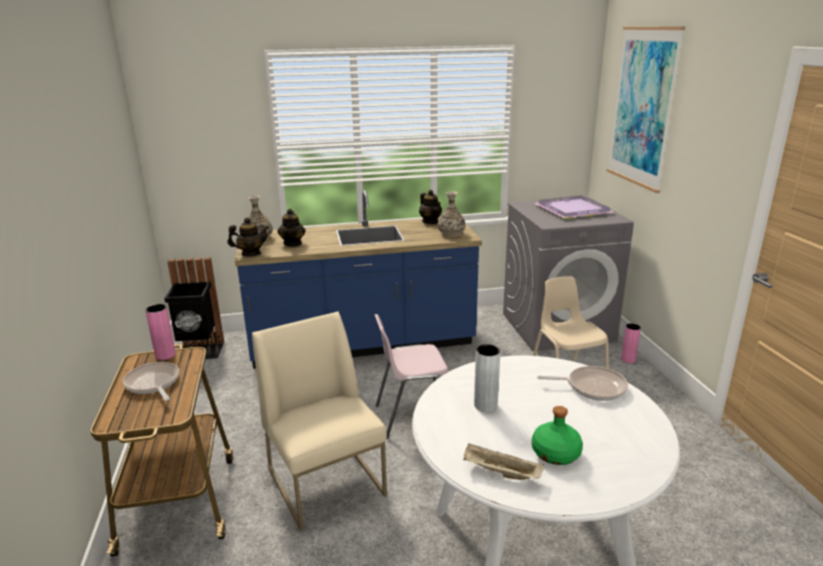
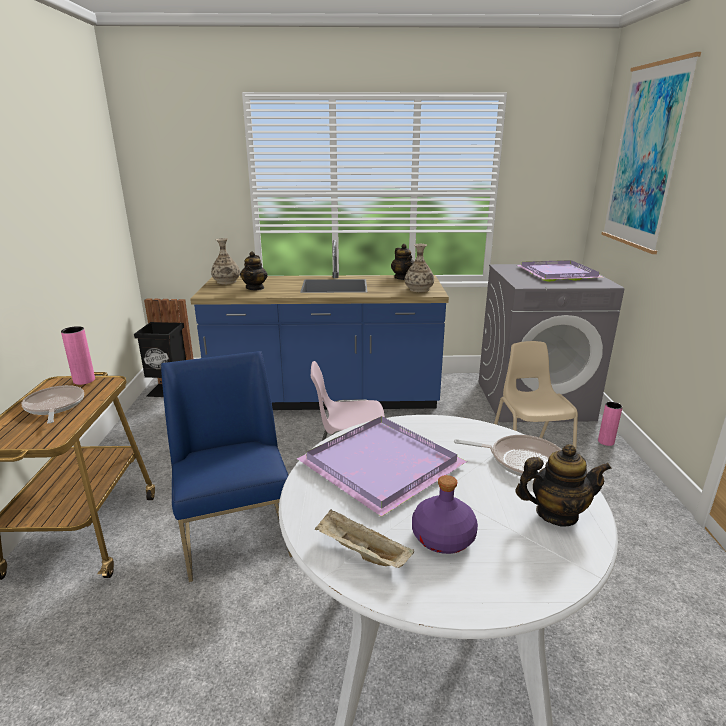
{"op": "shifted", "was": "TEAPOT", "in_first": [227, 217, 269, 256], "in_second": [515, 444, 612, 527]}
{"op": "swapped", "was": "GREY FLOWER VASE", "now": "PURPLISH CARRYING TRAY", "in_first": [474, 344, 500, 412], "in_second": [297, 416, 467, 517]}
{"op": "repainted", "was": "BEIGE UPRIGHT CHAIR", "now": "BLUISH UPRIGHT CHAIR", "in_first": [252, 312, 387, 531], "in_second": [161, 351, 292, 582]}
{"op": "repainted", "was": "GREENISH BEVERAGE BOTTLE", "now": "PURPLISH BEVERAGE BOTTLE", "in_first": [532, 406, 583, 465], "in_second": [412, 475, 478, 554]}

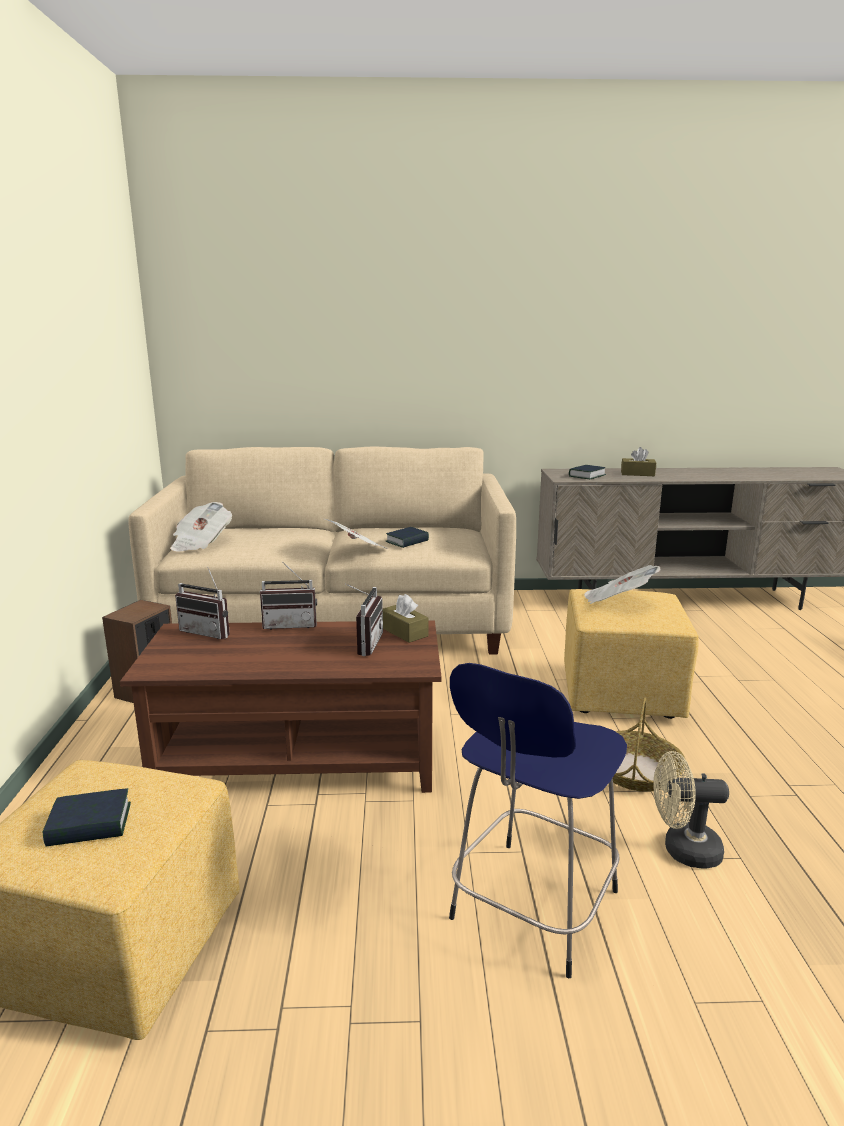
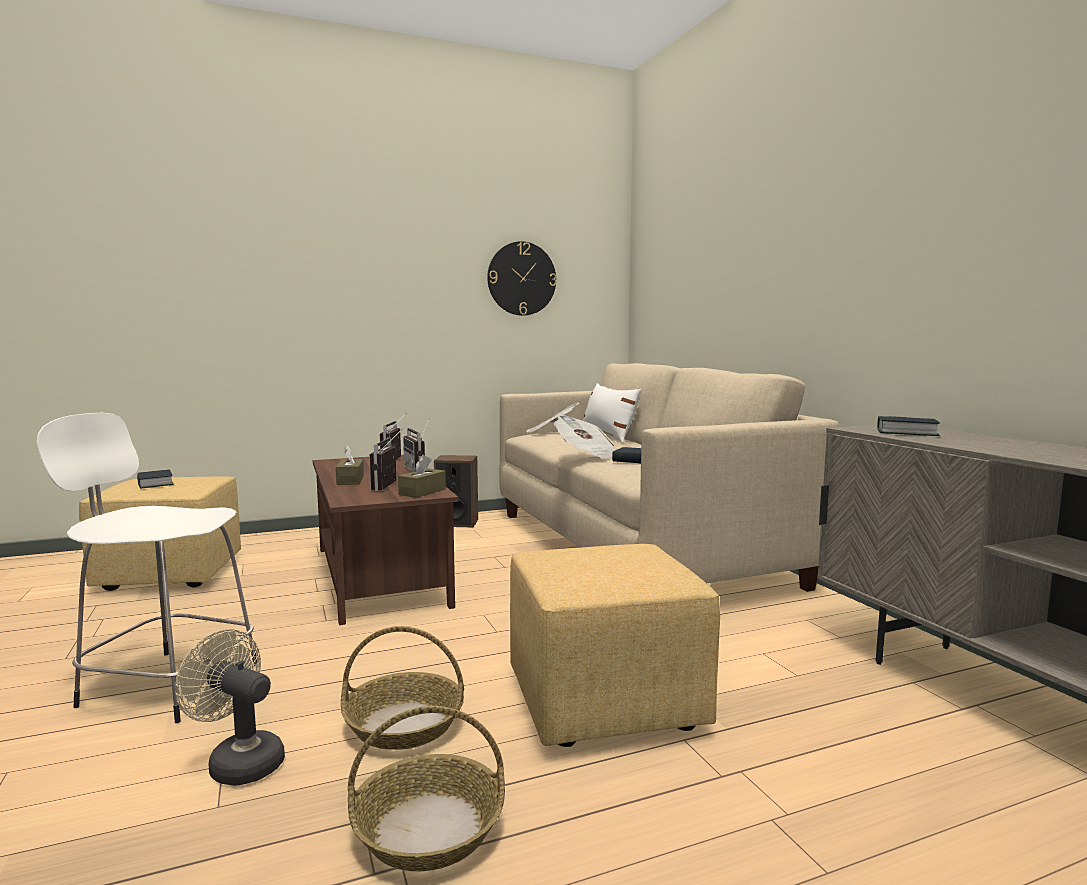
{"op": "gone", "was": "NEWSPAPER", "in_first": [584, 565, 660, 604]}
{"op": "new", "now": "HOUSEHOLD BASKET", "in_second": [348, 706, 505, 871]}
{"op": "new", "now": "HANGING CLOCK", "in_second": [487, 241, 557, 316]}
{"op": "new", "now": "WHITE-COLOURED THROW PILLOW", "in_second": [583, 383, 641, 443]}
{"op": "shifted", "was": "BROWN TISSUE HOLDER", "in_first": [621, 447, 656, 476], "in_second": [336, 446, 364, 485]}
{"op": "repainted", "was": "BLUISH SITTING STOOL", "now": "WHITE-COLOURED SITTING STOOL", "in_first": [449, 663, 627, 978], "in_second": [36, 413, 257, 723]}
{"op": "rotated", "was": "RADIO", "in_first": [345, 583, 383, 656], "in_second": [369, 428, 403, 491], "clockwise": 105}
{"op": "rotated", "was": "BEIGE ELECTRIC FAN", "in_first": [653, 751, 729, 868], "in_second": [175, 629, 285, 786], "clockwise": -45}

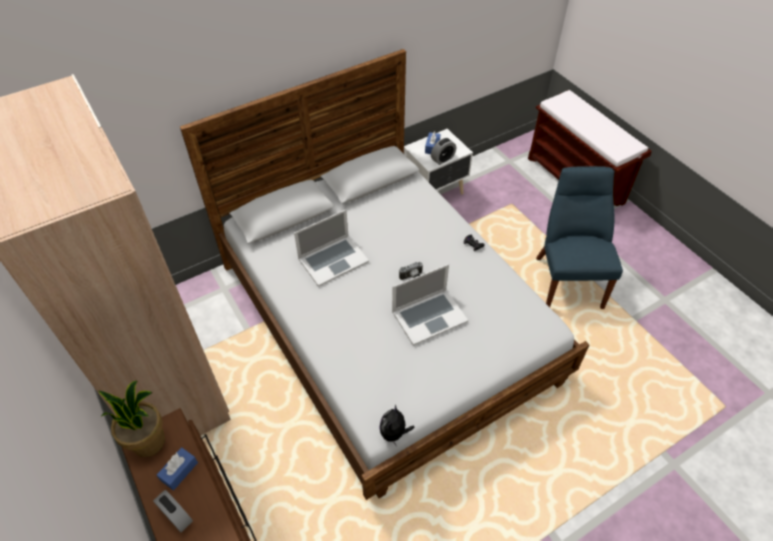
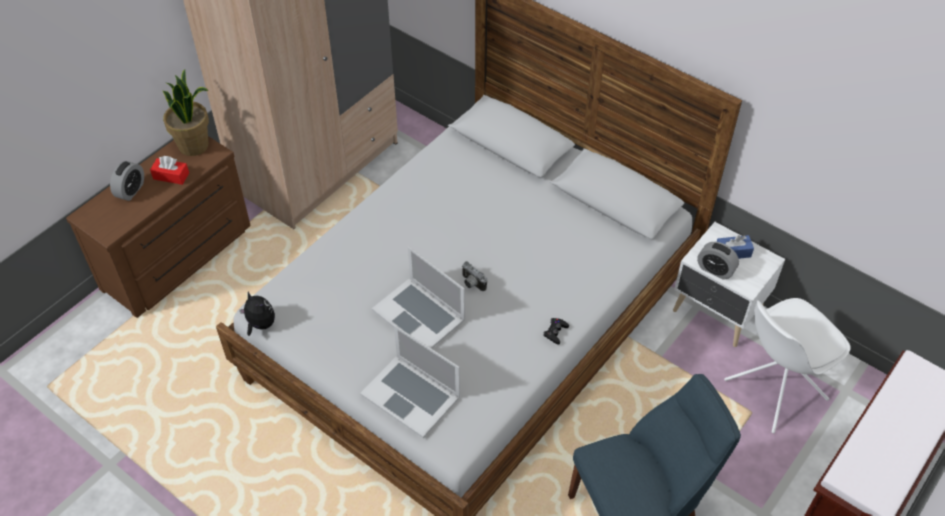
{"op": "new", "now": "WHITE-COLOURED UPRIGHT CHAIR", "in_second": [724, 298, 851, 433]}
{"op": "shifted", "was": "PORTABLE COMPUTER", "in_first": [294, 210, 369, 287], "in_second": [360, 325, 460, 438]}
{"op": "repainted", "was": "BLUISH TISSUE HOLDER", "now": "REDDISH TISSUE HOLDER", "in_first": [157, 447, 198, 491], "in_second": [150, 156, 189, 185]}
{"op": "rotated", "was": "CUDDLY TOY", "in_first": [379, 405, 415, 447], "in_second": [240, 292, 275, 336], "clockwise": 45}

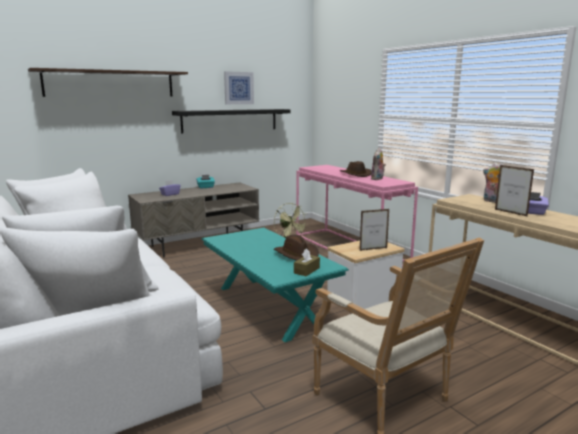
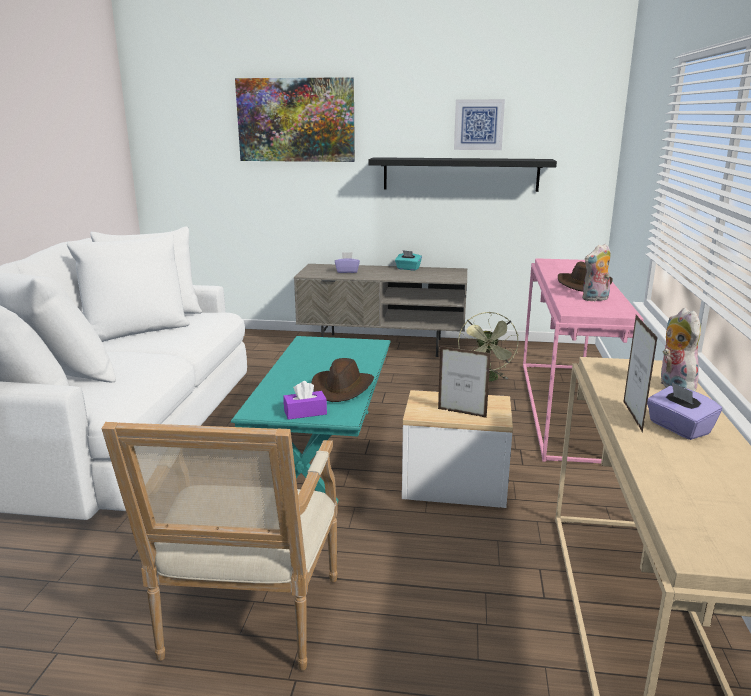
{"op": "swapped", "was": "SHELF", "now": "WALL PICTURE", "in_first": [28, 68, 188, 97], "in_second": [235, 77, 355, 162]}
{"op": "repainted", "was": "BROWN TISSUE HOLDER", "now": "PURPLISH TISSUE HOLDER", "in_first": [294, 248, 320, 276], "in_second": [283, 381, 327, 420]}

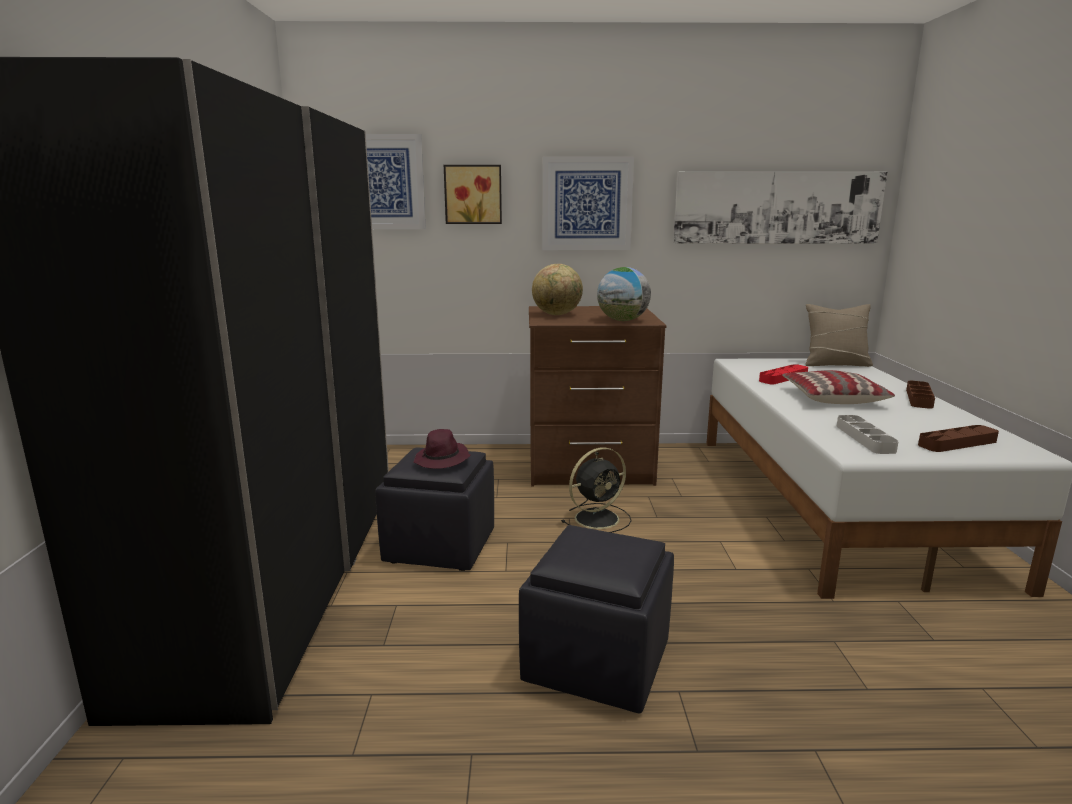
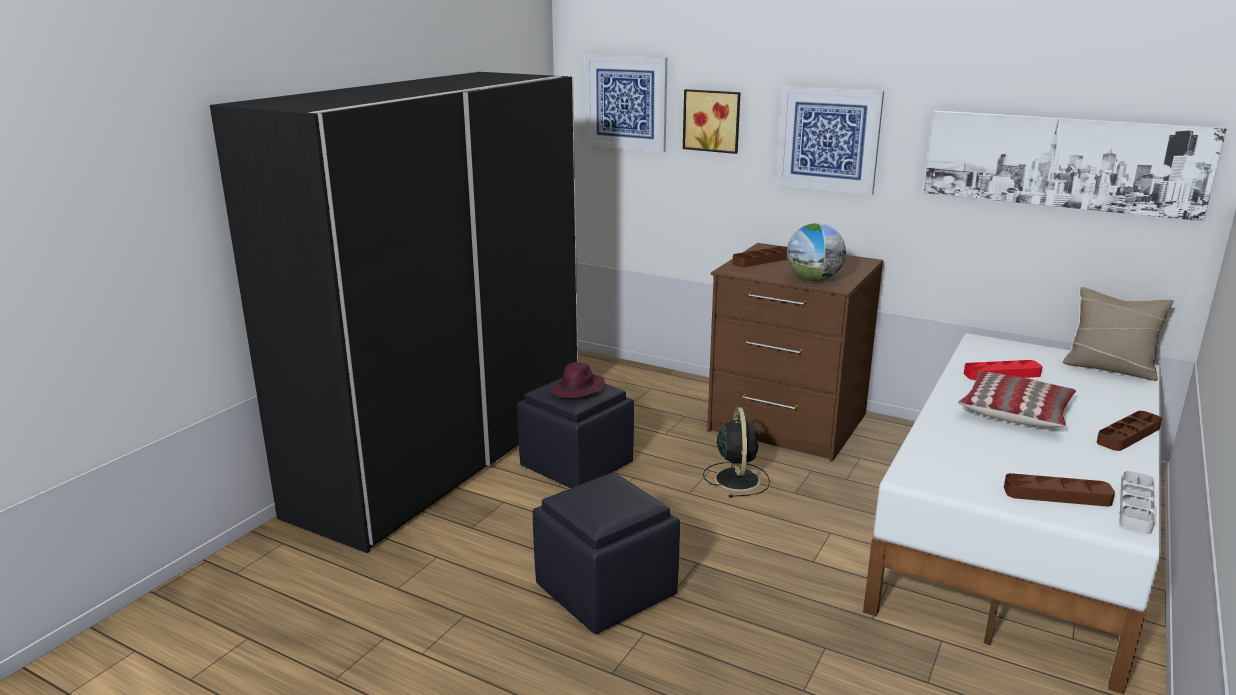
{"op": "shifted", "was": "GREY CARRYING TRAY", "in_first": [837, 415, 899, 454], "in_second": [1119, 471, 1155, 534]}
{"op": "swapped", "was": "DESK GLOBE", "now": "BROWN CARRYING TRAY", "in_first": [532, 264, 583, 315], "in_second": [732, 246, 787, 267]}
{"op": "rotated", "was": "BLACK ELECTRIC FAN", "in_first": [561, 447, 632, 533], "in_second": [703, 407, 770, 498], "clockwise": -90}

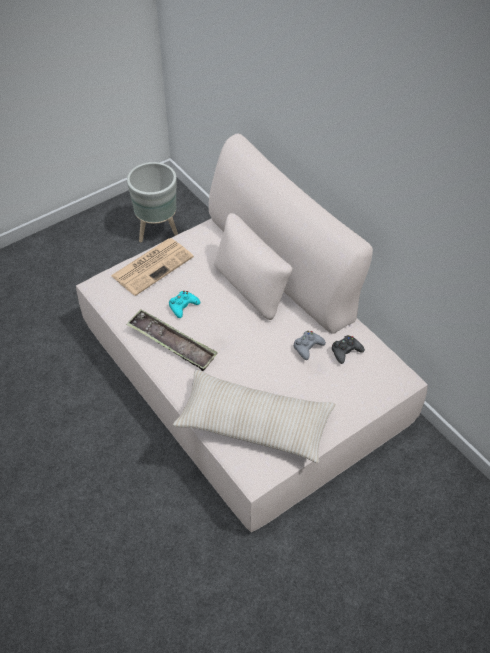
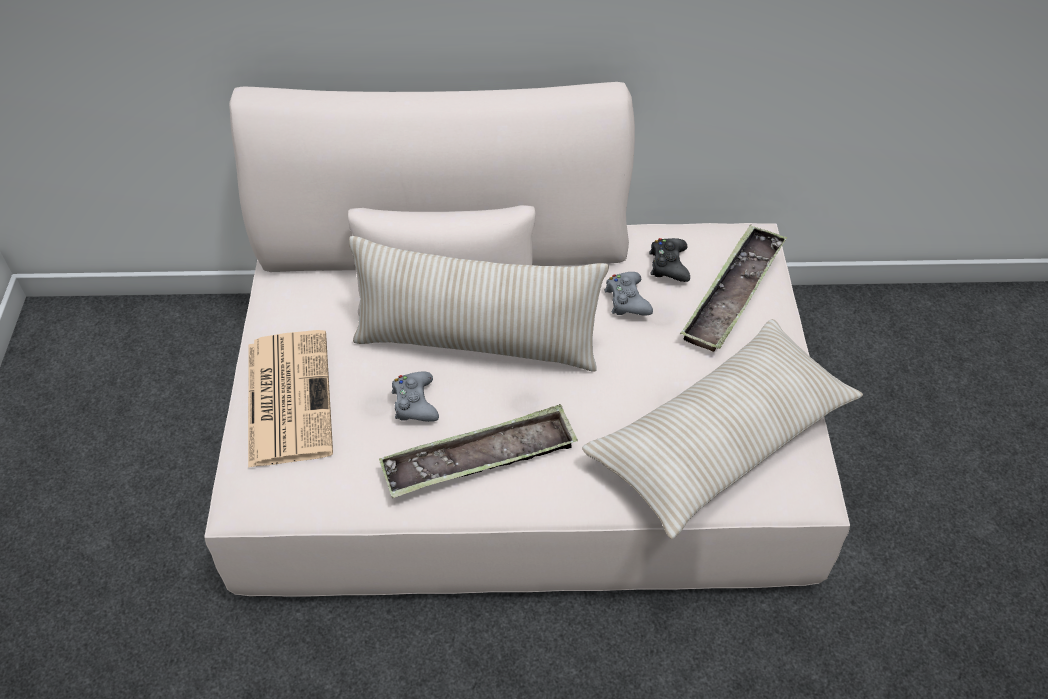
{"op": "gone", "was": "GREY PLANTER", "in_first": [127, 162, 178, 242]}
{"op": "new", "now": "BEIGE THROW PILLOW", "in_second": [349, 236, 609, 372]}
{"op": "new", "now": "CARRYING TRAY", "in_second": [680, 225, 787, 352]}
{"op": "repainted", "was": "BLUE-GREEN GAMEPAD", "now": "GREY GAMEPAD", "in_first": [169, 291, 200, 318], "in_second": [392, 372, 439, 422]}

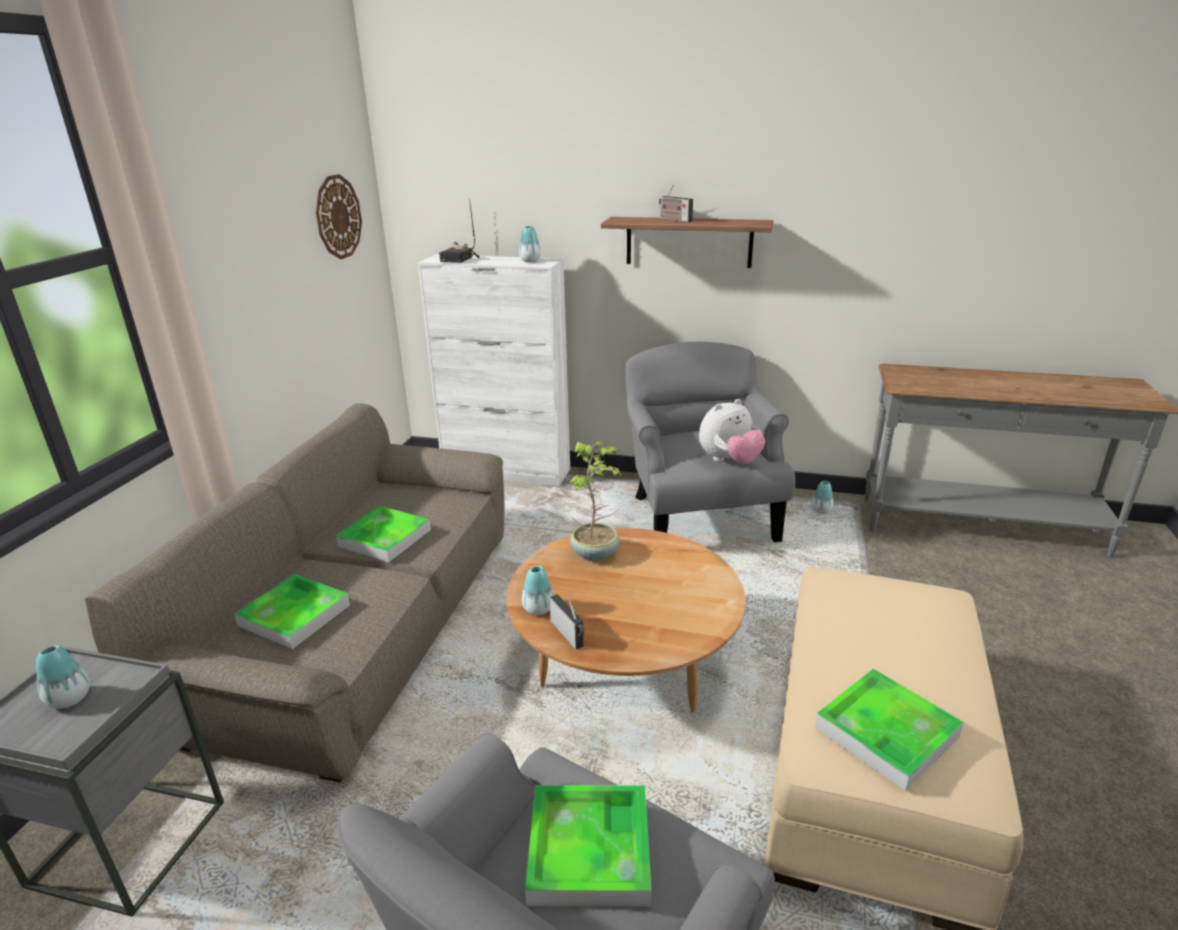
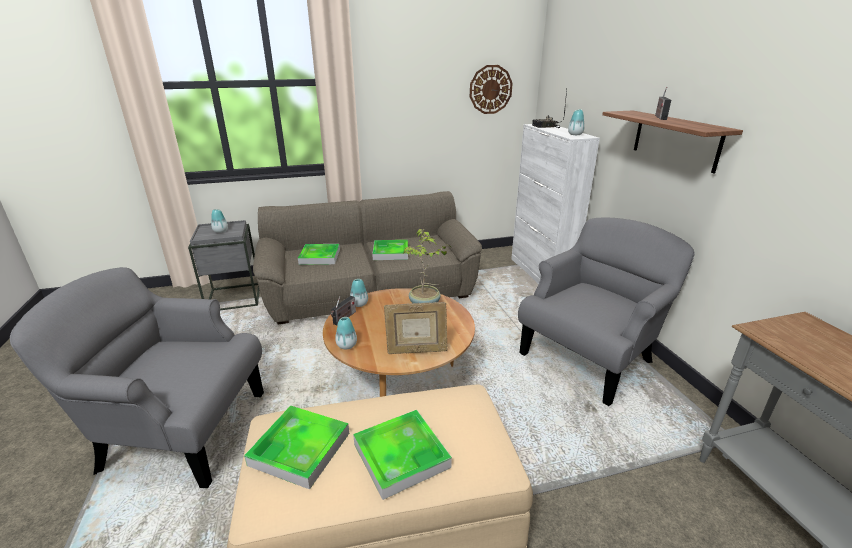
{"op": "gone", "was": "CUDDLY TOY", "in_first": [699, 399, 765, 464]}
{"op": "new", "now": "STANDING FRAME", "in_second": [384, 302, 448, 354]}
{"op": "shifted", "was": "CARRYING TRAY", "in_first": [525, 785, 651, 907], "in_second": [353, 410, 452, 500]}
{"op": "shifted", "was": "FLOWER VASE", "in_first": [811, 481, 834, 514], "in_second": [335, 317, 357, 349]}

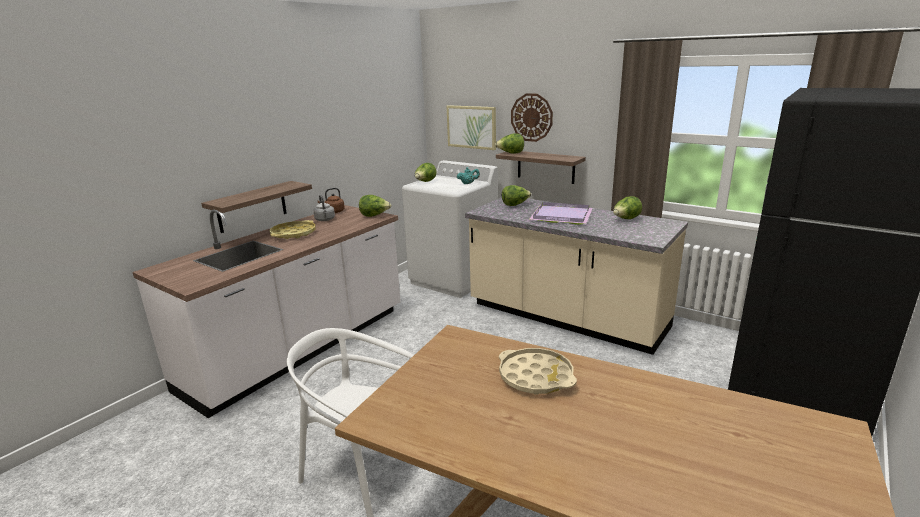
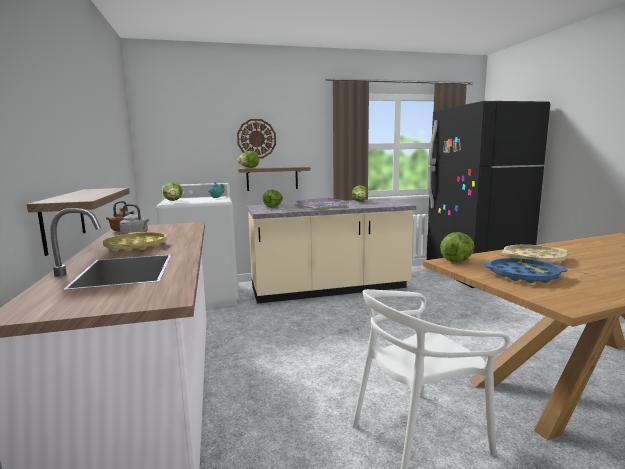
{"op": "gone", "was": "WALL PICTURE", "in_first": [447, 105, 496, 150]}
{"op": "new", "now": "BLUISH CARRYING TRAY", "in_second": [483, 258, 568, 283]}
{"op": "shifted", "was": "LETTUCE HEAD", "in_first": [359, 195, 391, 217], "in_second": [440, 232, 475, 262]}

